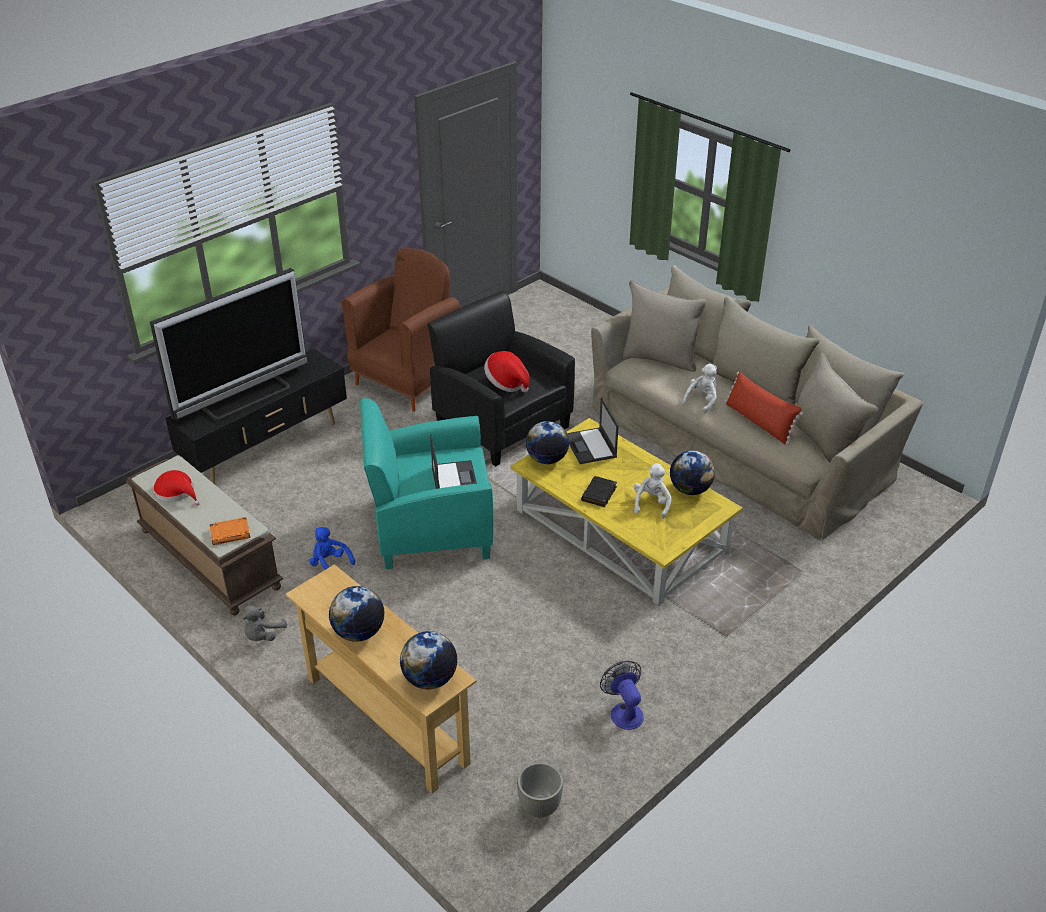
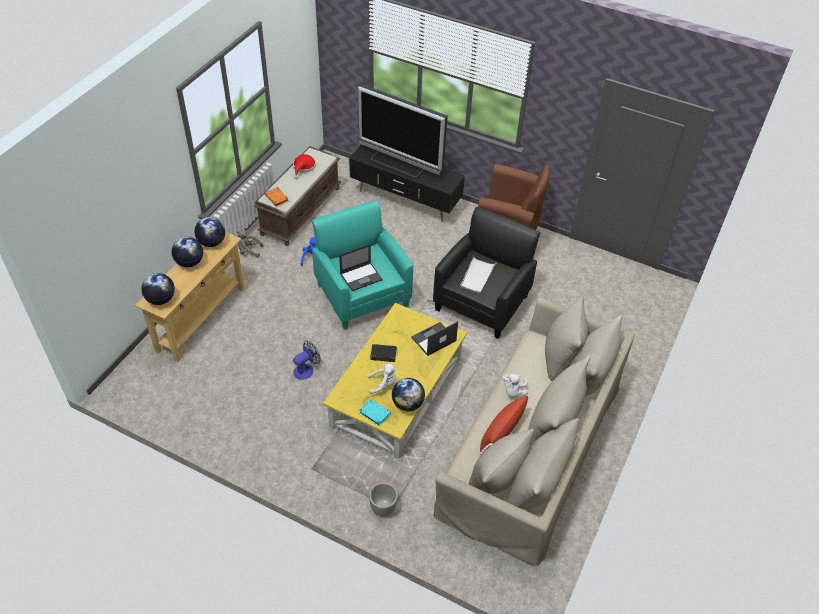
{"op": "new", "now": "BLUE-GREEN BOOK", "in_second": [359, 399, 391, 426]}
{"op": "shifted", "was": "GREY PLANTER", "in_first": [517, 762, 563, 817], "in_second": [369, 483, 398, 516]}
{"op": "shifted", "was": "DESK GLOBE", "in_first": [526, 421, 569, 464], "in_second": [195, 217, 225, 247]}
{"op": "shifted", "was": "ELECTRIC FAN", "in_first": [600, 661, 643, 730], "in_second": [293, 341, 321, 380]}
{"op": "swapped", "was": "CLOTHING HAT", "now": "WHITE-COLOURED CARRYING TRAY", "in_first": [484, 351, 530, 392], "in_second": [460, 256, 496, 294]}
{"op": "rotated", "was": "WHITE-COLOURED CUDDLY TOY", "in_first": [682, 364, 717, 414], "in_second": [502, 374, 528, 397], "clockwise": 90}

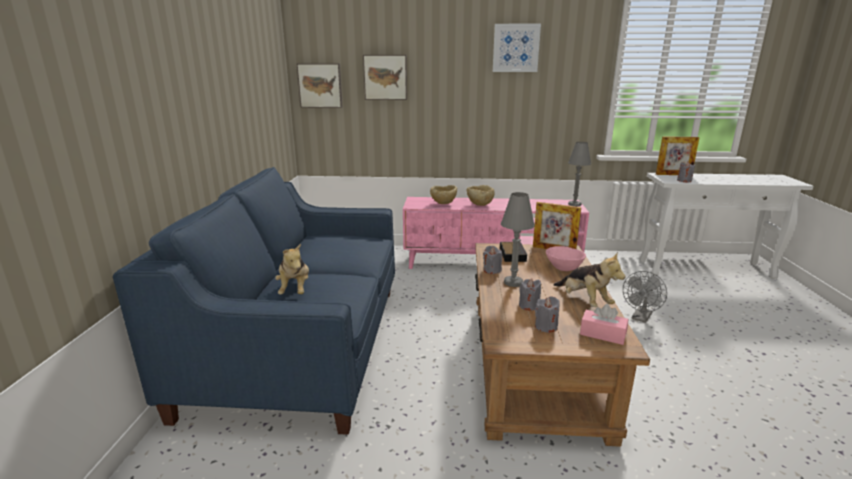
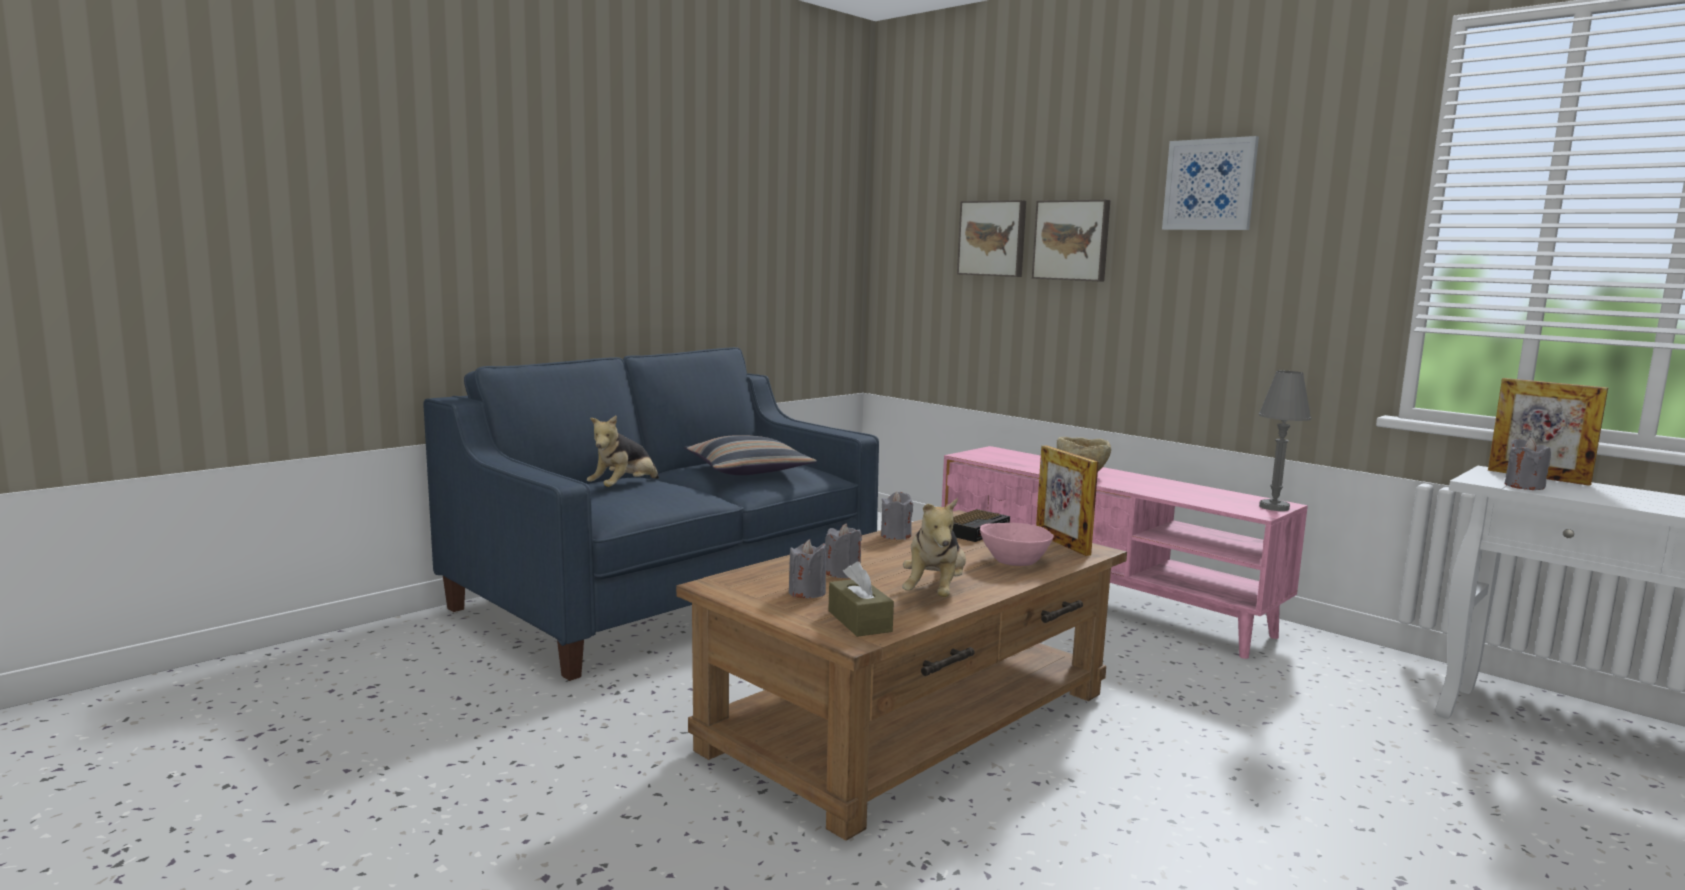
{"op": "gone", "was": "BEIGE BOWL", "in_first": [430, 185, 457, 204]}
{"op": "gone", "was": "GREY LAMP FOR A TABLE", "in_first": [501, 192, 535, 287]}
{"op": "gone", "was": "GREY ELECTRIC FAN", "in_first": [623, 271, 667, 323]}
{"op": "new", "now": "THROW PILLOW", "in_second": [684, 435, 817, 475]}
{"op": "shifted", "was": "WALL PICTURE", "in_first": [297, 63, 342, 108], "in_second": [1032, 200, 1111, 281]}
{"op": "repainted", "was": "PINKISH TISSUE HOLDER", "now": "BROWN TISSUE HOLDER", "in_first": [580, 304, 628, 345], "in_second": [828, 561, 894, 637]}

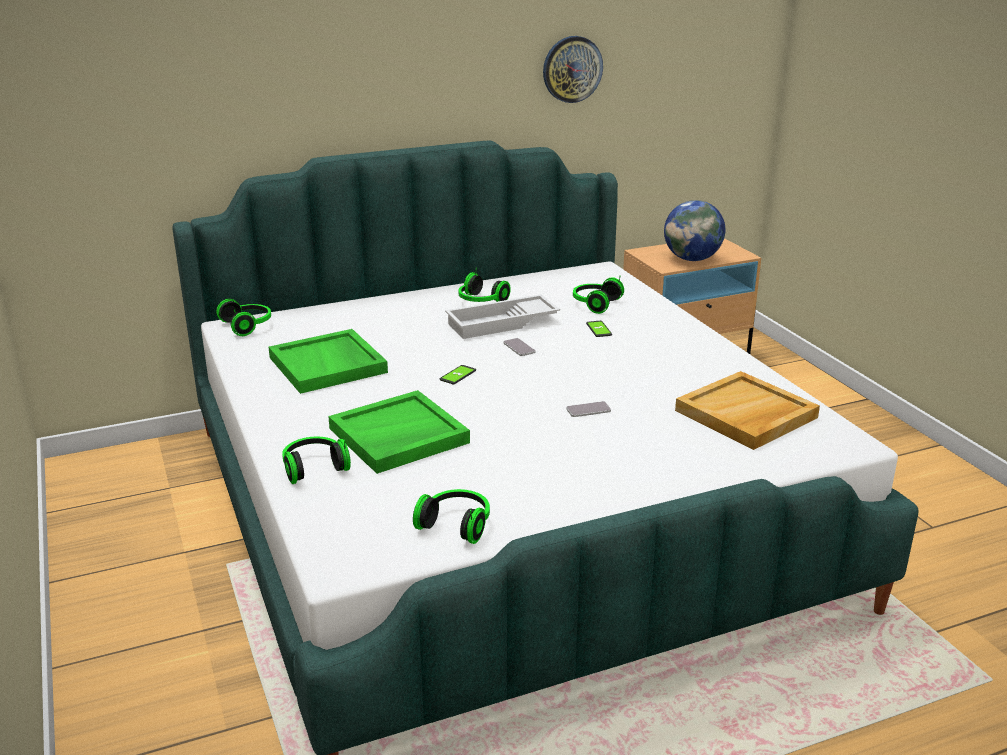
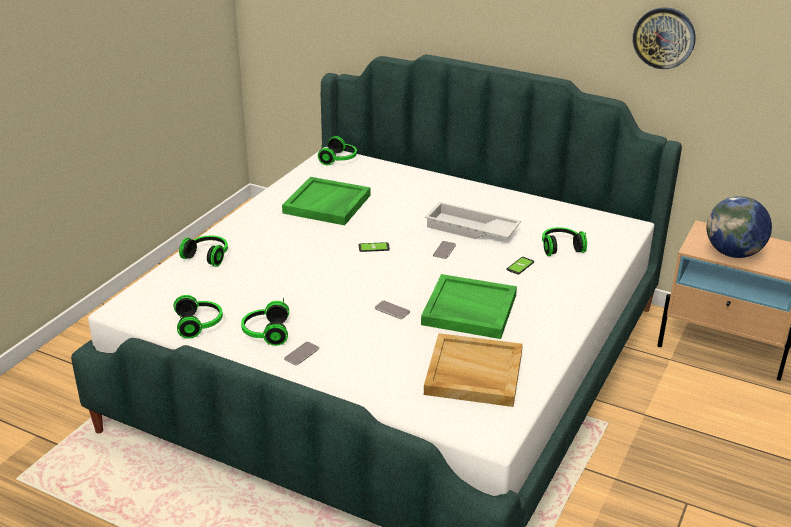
{"op": "new", "now": "TELEPHONE", "in_second": [284, 342, 319, 365]}
{"op": "shifted", "was": "GREENISH CARRYING TRAY", "in_first": [328, 390, 470, 474], "in_second": [421, 274, 517, 339]}
{"op": "shifted", "was": "HEADPHONES", "in_first": [459, 267, 511, 302], "in_second": [241, 297, 289, 346]}

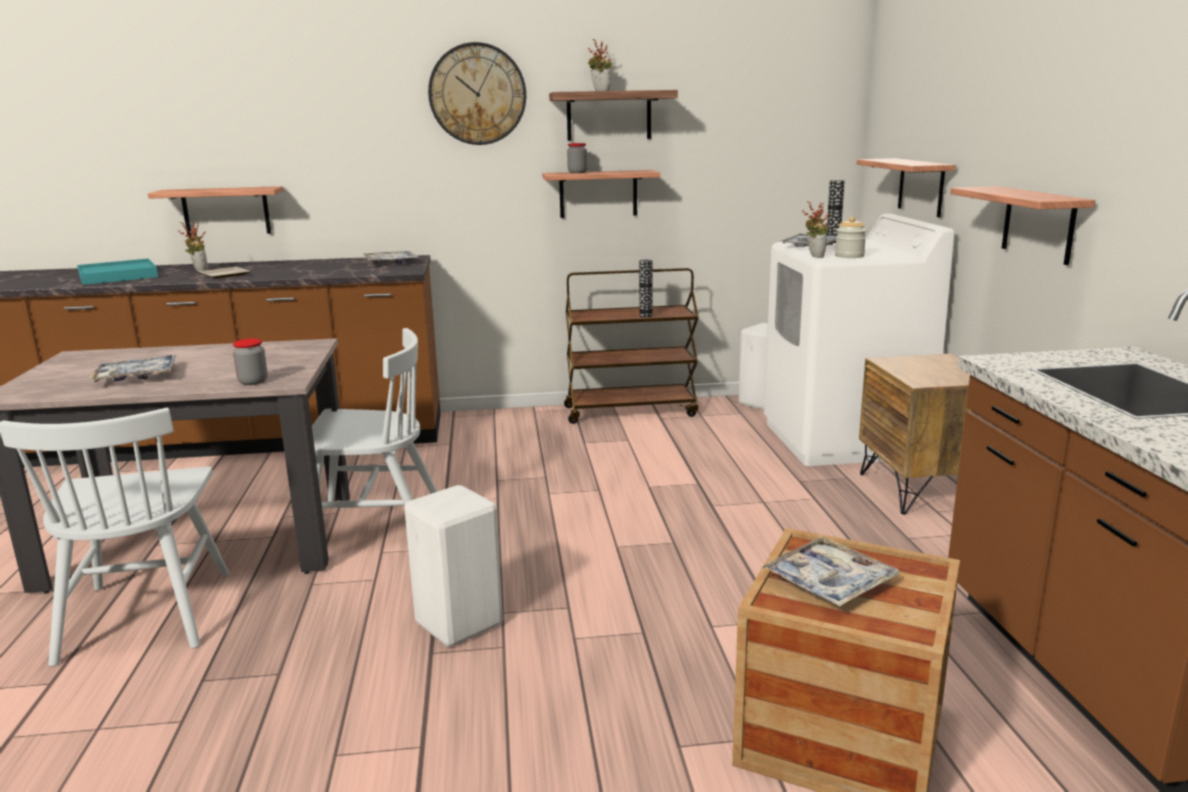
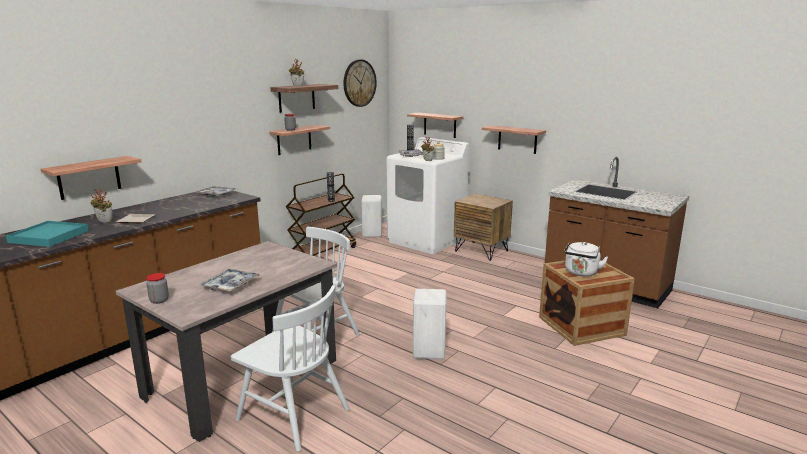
{"op": "shifted", "was": "JAR", "in_first": [233, 338, 268, 385], "in_second": [146, 273, 169, 304]}
{"op": "shifted", "was": "HANGING CLOCK", "in_first": [428, 42, 526, 145], "in_second": [344, 59, 377, 107]}
{"op": "swapped", "was": "CARRYING TRAY", "now": "WHITE-COLOURED TEA KETTLE", "in_first": [761, 537, 900, 607], "in_second": [564, 242, 608, 276]}

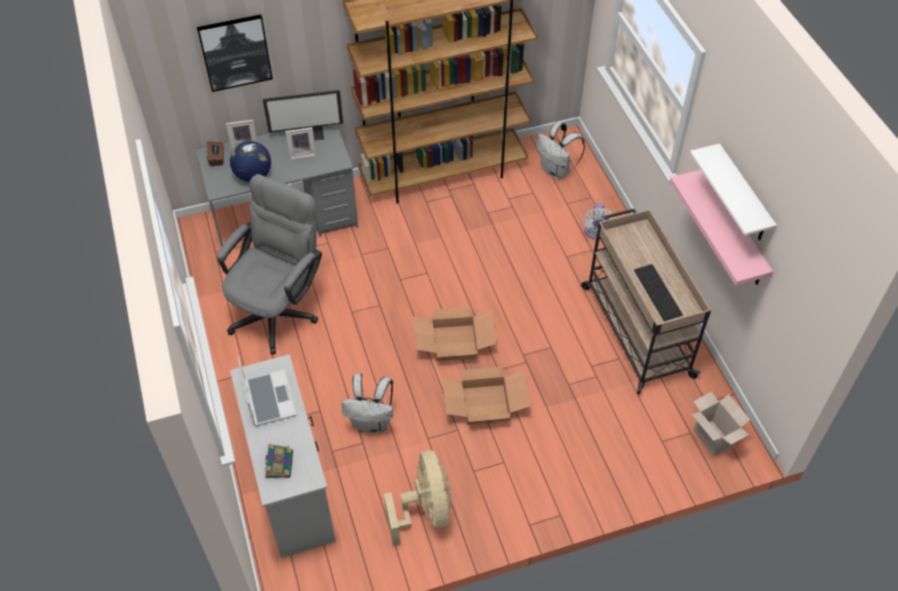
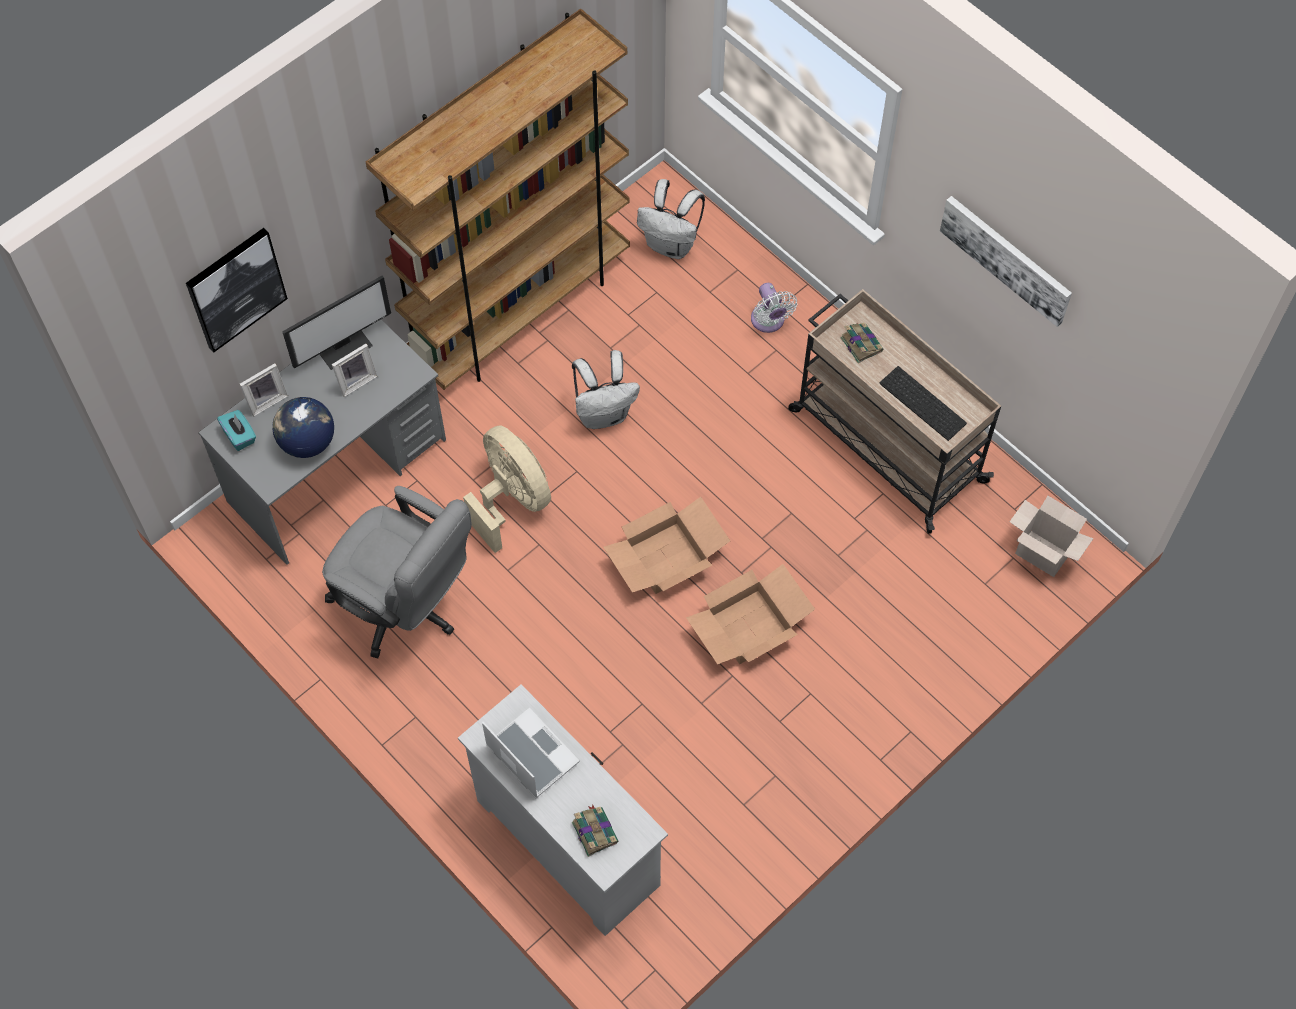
{"op": "gone", "was": "PINKISH SHELF", "in_first": [670, 170, 773, 285]}
{"op": "new", "now": "BOOK", "in_second": [840, 323, 883, 363]}
{"op": "shifted", "was": "WHITE-COLOURED RUCKSACK", "in_first": [342, 373, 393, 433], "in_second": [572, 350, 640, 429]}
{"op": "shifted", "was": "BEIGE ELECTRIC FAN", "in_first": [384, 450, 452, 546], "in_second": [463, 425, 551, 553]}
{"op": "swapped", "was": "WHITE-COLOURED SHELF", "now": "WALL PICTURE", "in_first": [690, 144, 777, 240], "in_second": [940, 196, 1072, 327]}
{"op": "repainted", "was": "BROWN TISSUE HOLDER", "now": "BLUE-GREEN TISSUE HOLDER", "in_first": [206, 141, 224, 166], "in_second": [217, 410, 256, 451]}
{"op": "rotated", "was": "GREY COMPUTER CHAIR", "in_first": [217, 174, 322, 354], "in_second": [322, 486, 472, 658], "clockwise": 120}

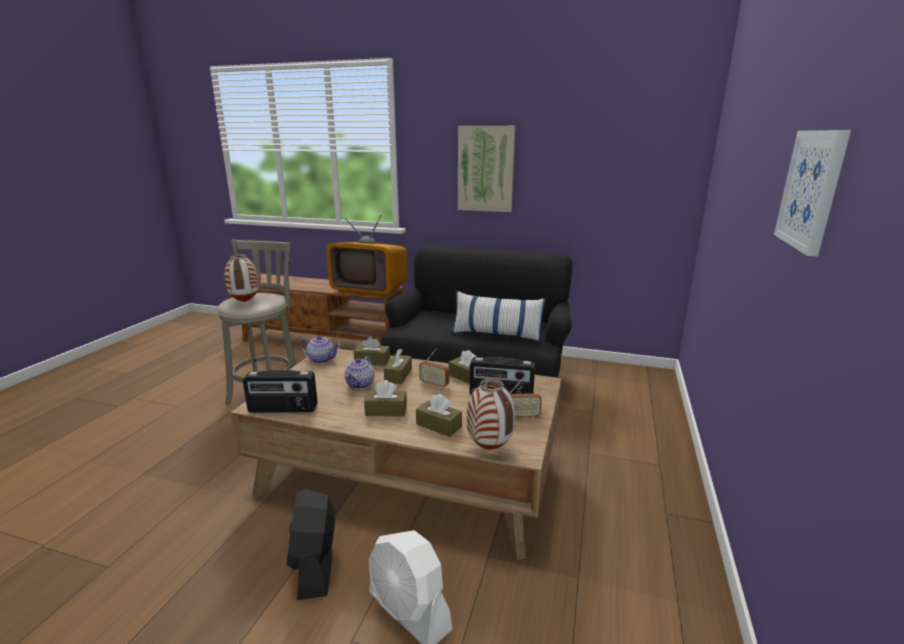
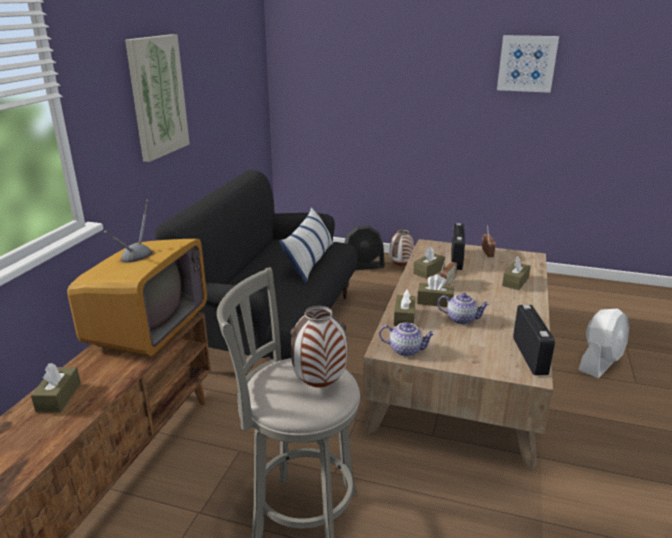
{"op": "shifted", "was": "BLACK ELECTRIC FAN", "in_first": [286, 488, 336, 600], "in_second": [344, 226, 385, 270]}
{"op": "shifted", "was": "BROWN TISSUE HOLDER", "in_first": [364, 380, 407, 416], "in_second": [31, 363, 81, 413]}
{"op": "shifted", "was": "FLOWER VASE", "in_first": [467, 378, 515, 449], "in_second": [390, 229, 414, 267]}
{"op": "rotated", "was": "TEAPOT", "in_first": [300, 336, 340, 363], "in_second": [379, 322, 435, 357], "clockwise": 90}

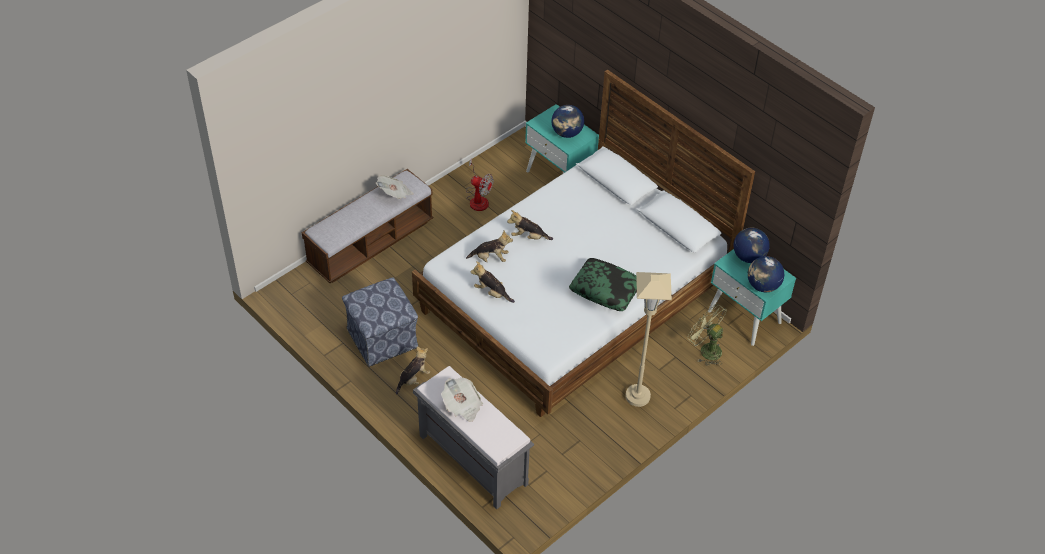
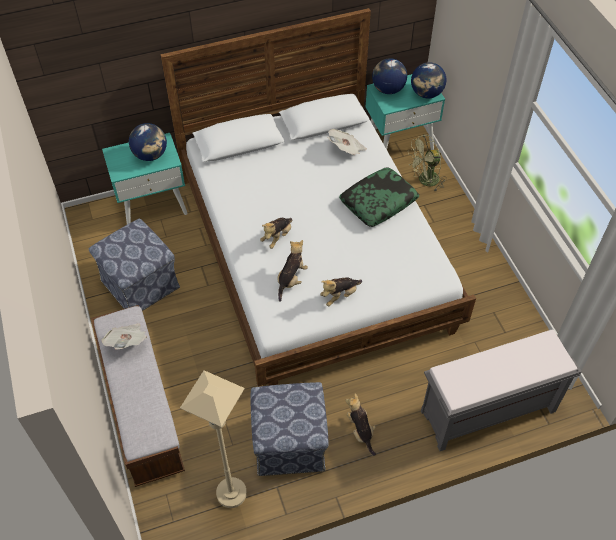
{"op": "shifted", "was": "NEWSPAPER", "in_first": [441, 377, 483, 422], "in_second": [327, 129, 367, 155]}
{"op": "shifted", "was": "BEIGE STANDARD LAMP", "in_first": [626, 272, 672, 407], "in_second": [180, 370, 247, 508]}
{"op": "swapped", "was": "ELECTRIC FAN", "now": "OTTOMAN", "in_first": [466, 159, 493, 211], "in_second": [89, 219, 180, 311]}

